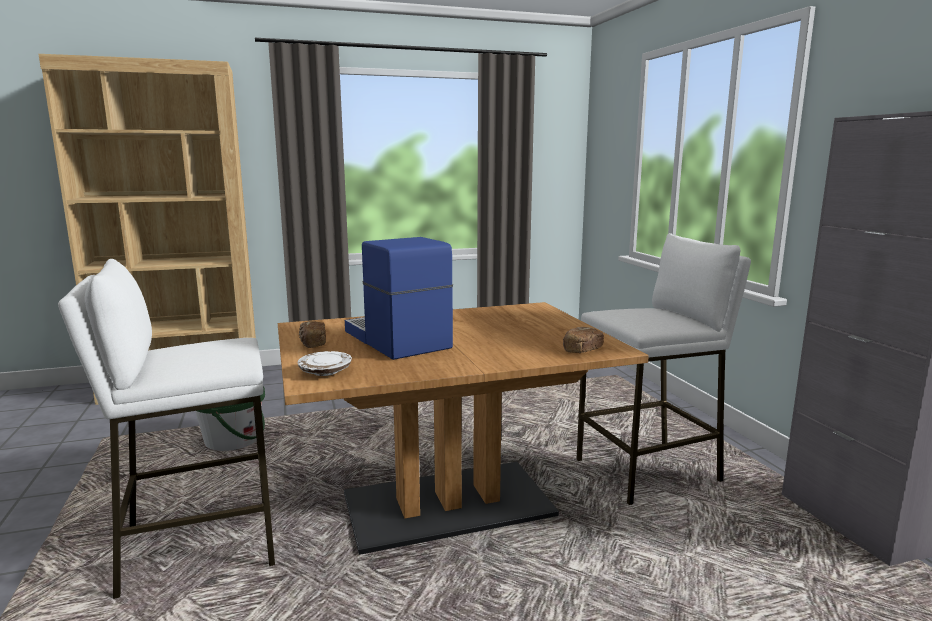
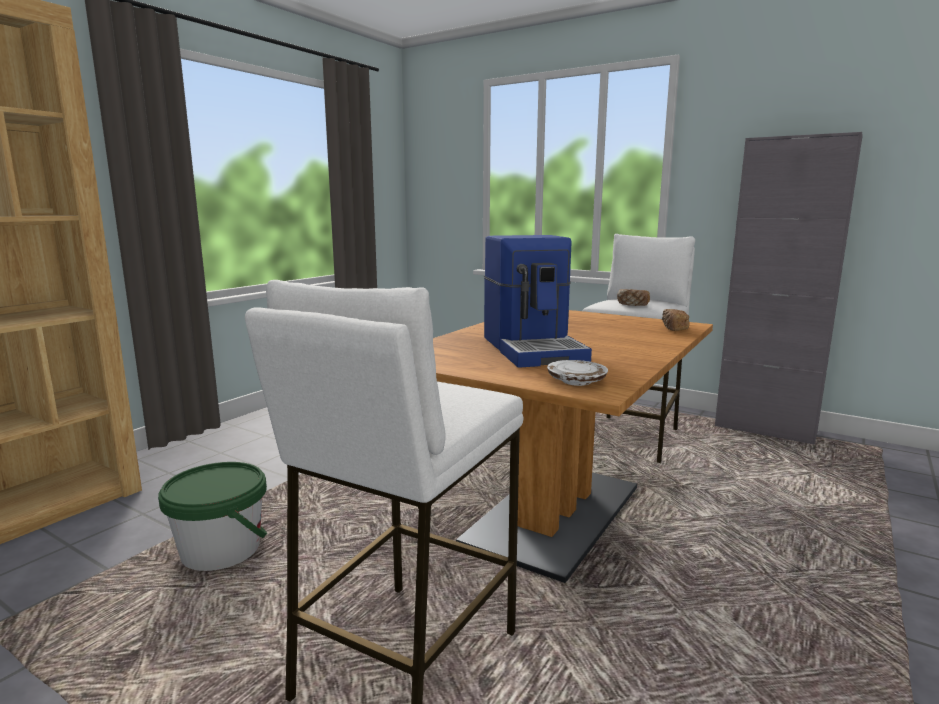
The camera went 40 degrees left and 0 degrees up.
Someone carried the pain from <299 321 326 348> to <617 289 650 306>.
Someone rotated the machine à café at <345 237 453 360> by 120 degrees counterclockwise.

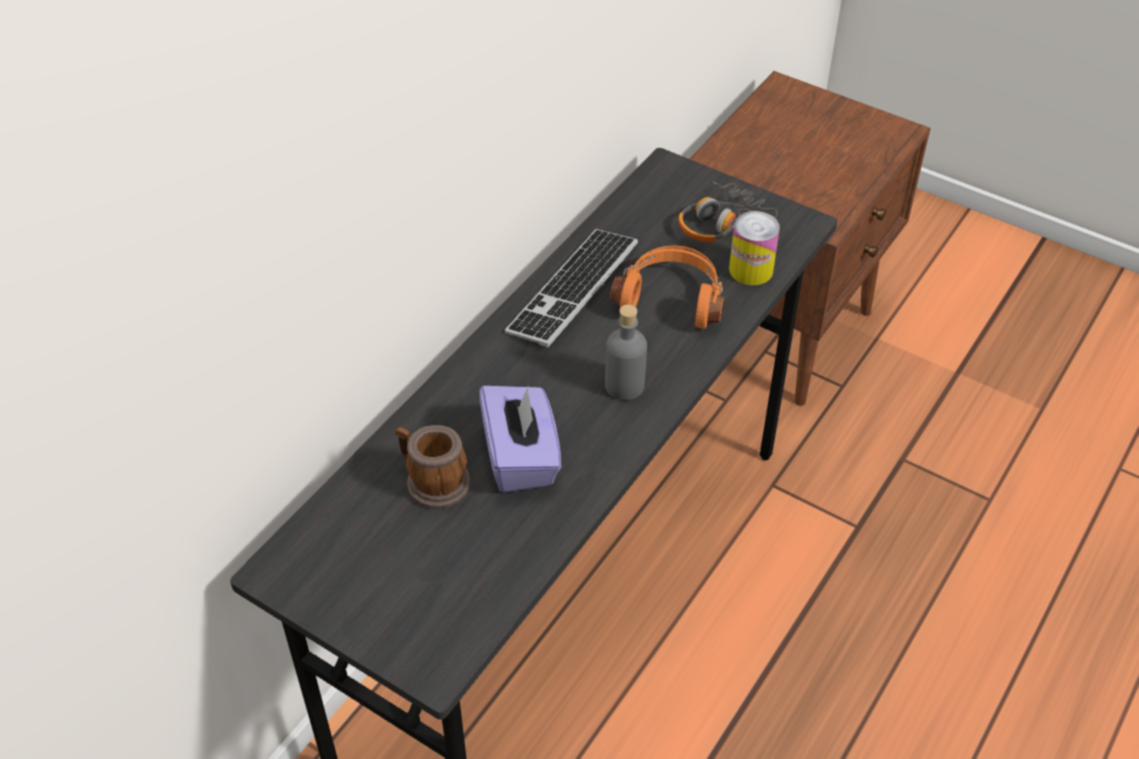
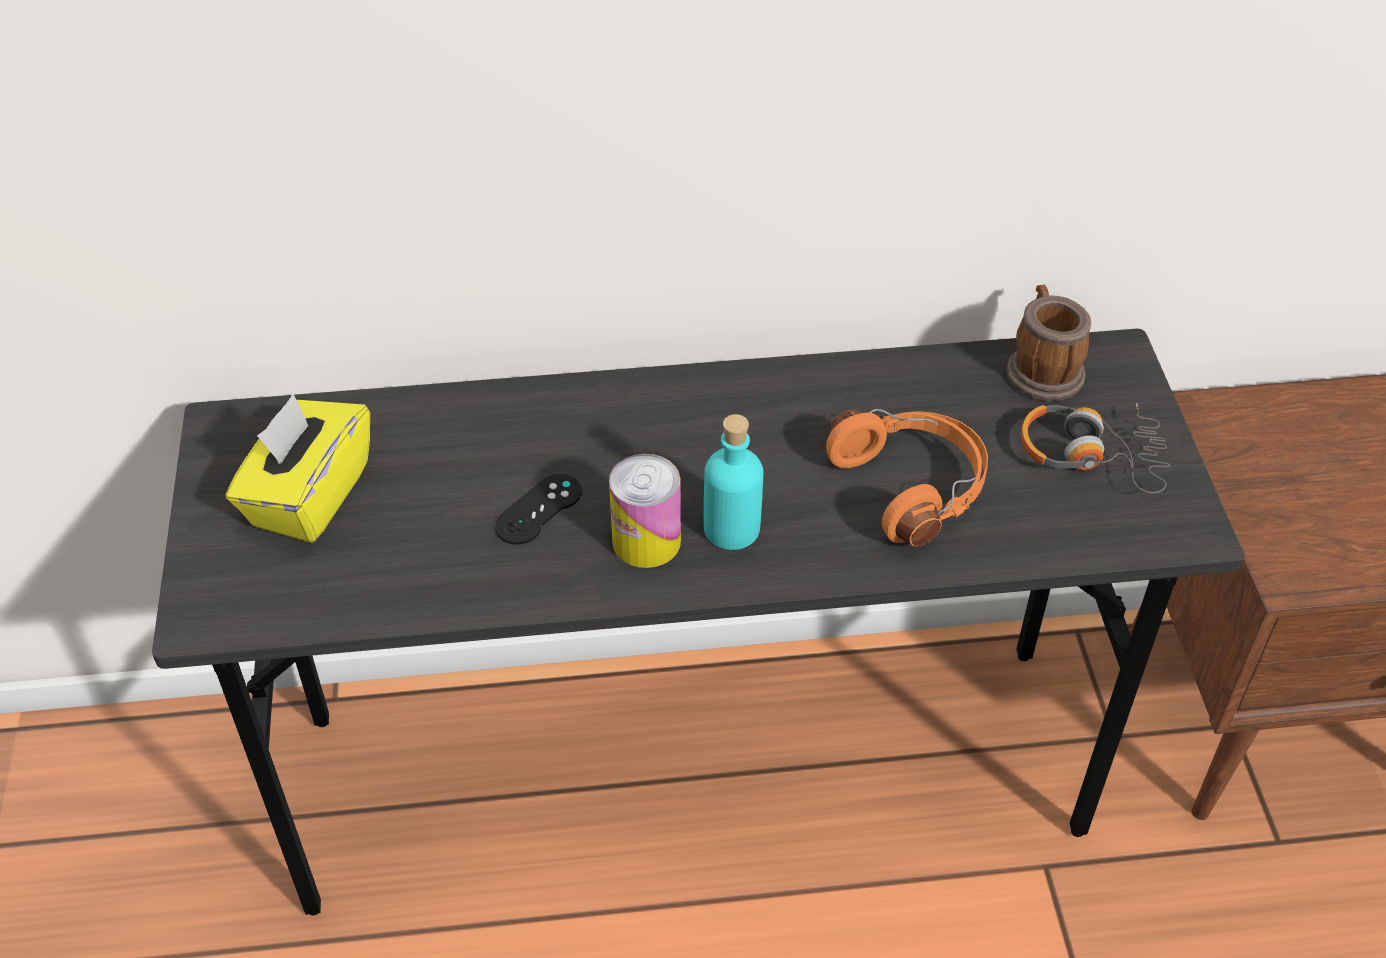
The camera went 50 degrees right and 0 degrees up.
Someone carried the mug from <395 425 471 509> to <1007 285 1091 401>.
Someone swapped the boîte à mouchoirs (violet) at <479 385 561 493> for the manette (noir) at <495 474 582 545>.
Someone took away the clavier at <505 229 638 347>.
Someone repainted the bouteille (gris) at <605 304 647 400>, which became the bouteille (turquoise) at <704 414 763 550>.
Someone carried the boîte métallique from <729 211 780 285> to <609 454 681 568>.
Someone put down the boîte à mouchoirs (jaune) at <226 394 370 543>.

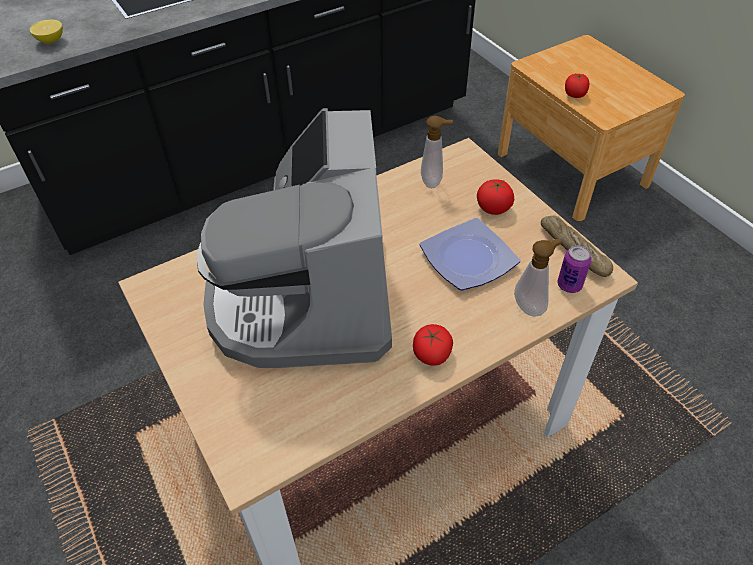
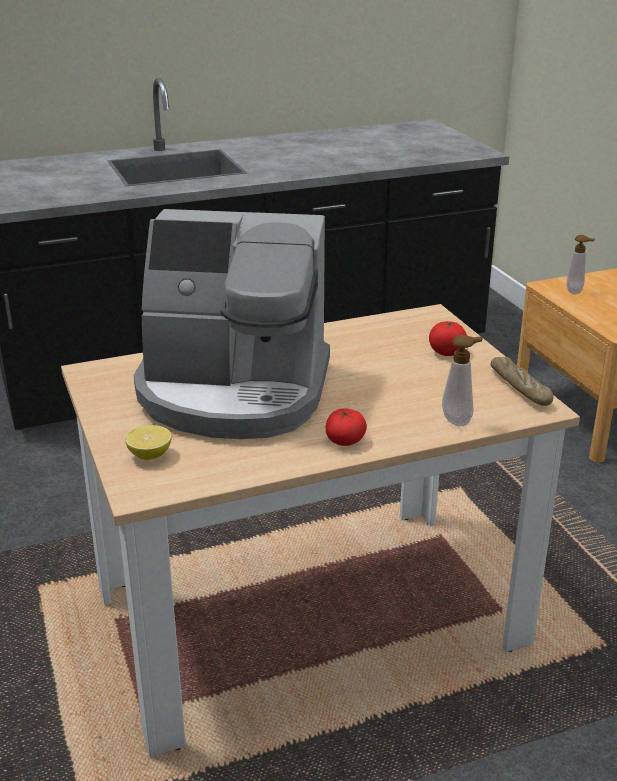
The camera went 10 degrees right and 20 degrees down.
Someone carried the citron from <30 20 63 44> to <125 425 172 460>.
Someone rotated the machine à café at <197 108 392 368> by 90 degrees counterclockwise.
Someone took away the assiette at <420 218 520 290>.
Someone carried the distributeur de savon from <421 116 453 188> to <567 235 595 295>.
Someone took away the boîte métallique at <557 245 592 293>.
Someone took away the tomate at <565 73 589 98>.

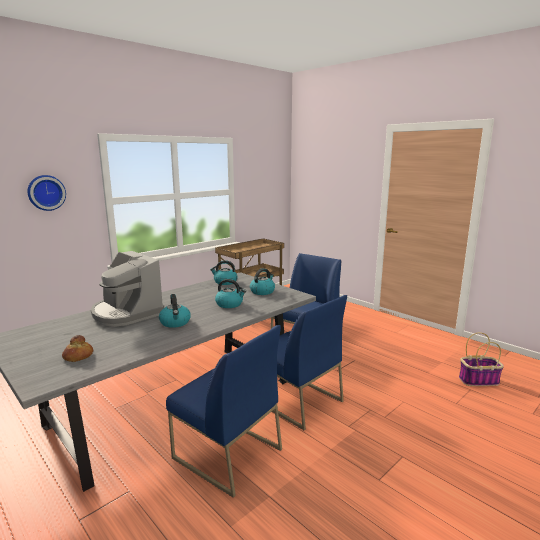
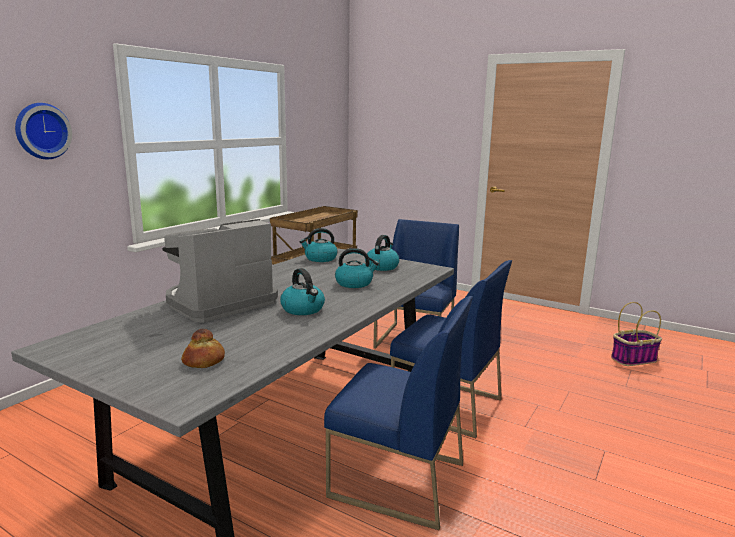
The camera went 15 degrees left and 0 degrees up.
Someone rotated the machine à café at <91 251 164 327> by 105 degrees clockwise.

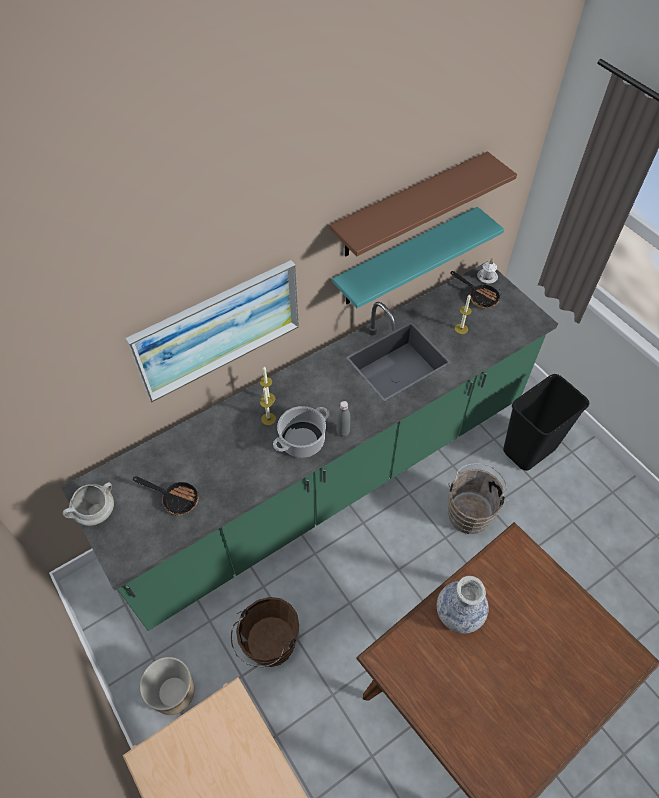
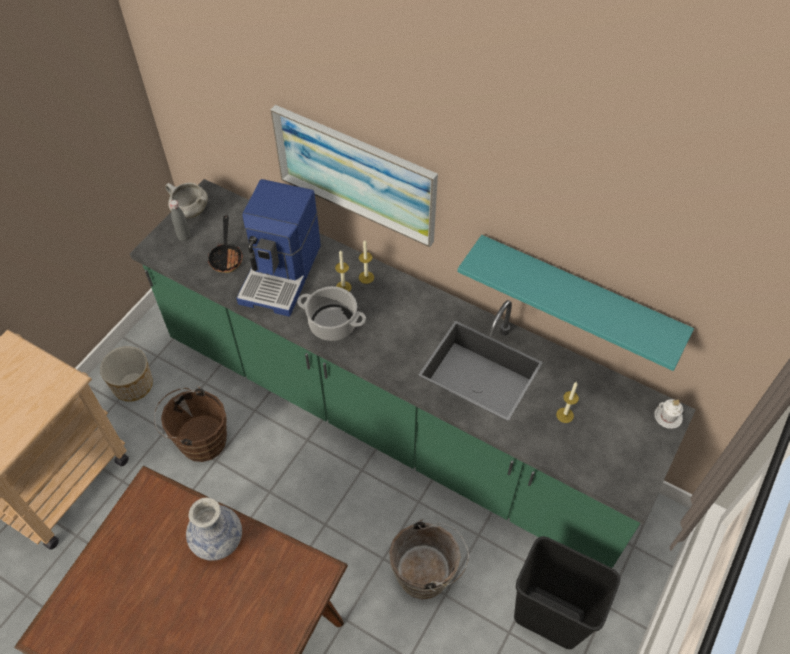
The camera went 65 degrees right and 0 degrees up.
Someone took away the étagère (marron) at <329 152 517 257>.
Someone carried the bouteille (gris) from <336 401 350 437> to <170 200 191 241>.
Someone took away the poêle at <450 271 501 309>.
Someone put down the machine à café at <236 179 321 317>.

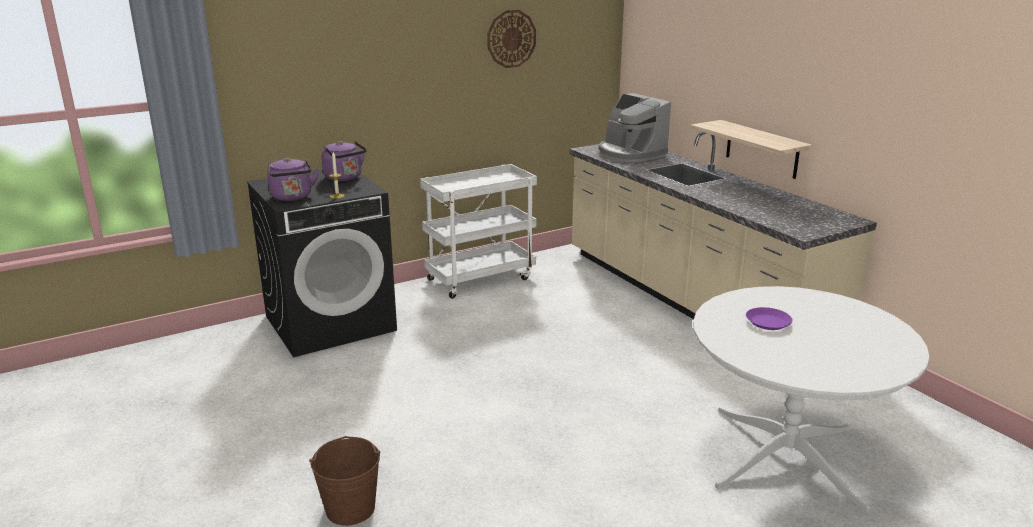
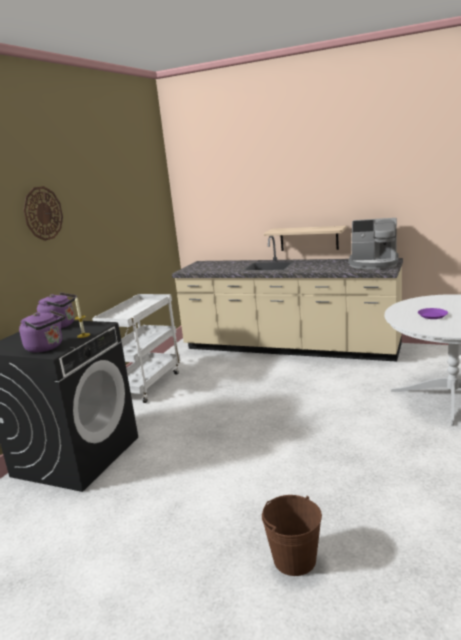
The camera went 35 degrees left and 5 degrees down.
Someone carried the horloge murale from <487 10 536 68> to <23 186 63 241>.
Someone carried the machine à café from <599 93 671 162> to <348 218 398 269>.

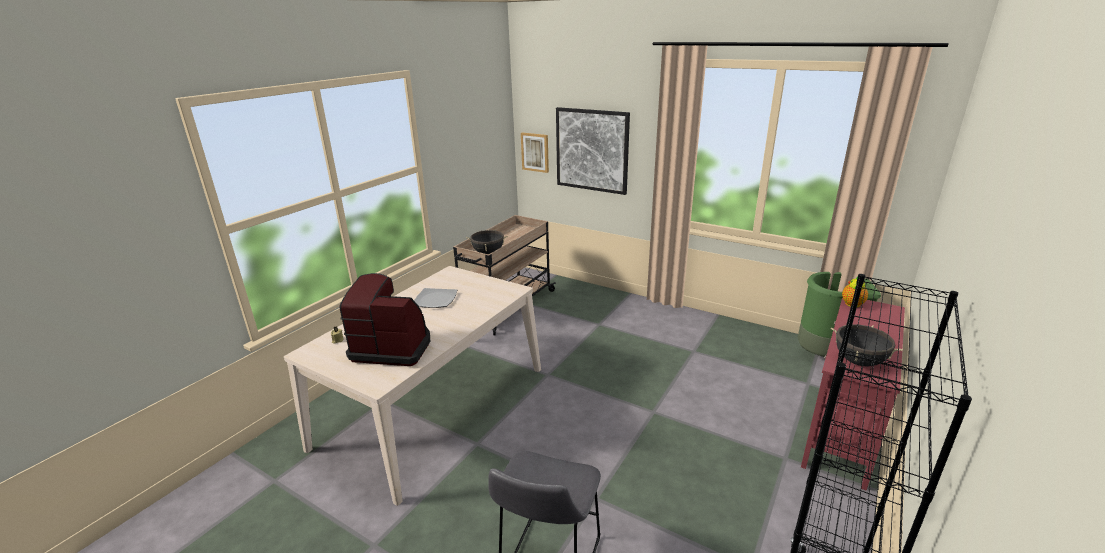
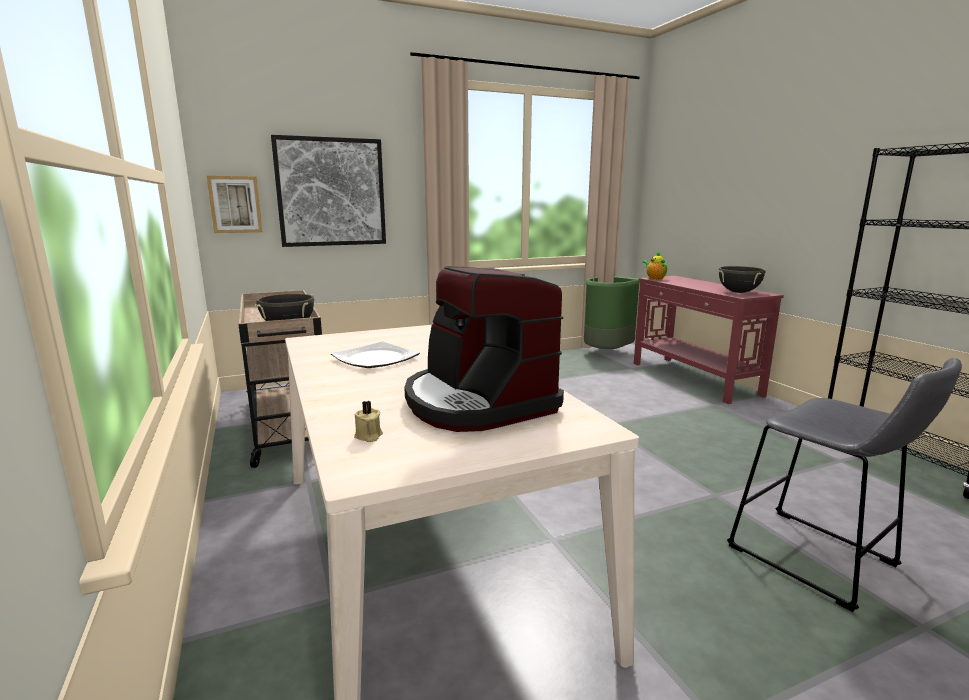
The camera went 55 degrees left and 10 degrees down.
Someone rotated the machine à café at <340 273 430 366> by 75 degrees counterclockwise.

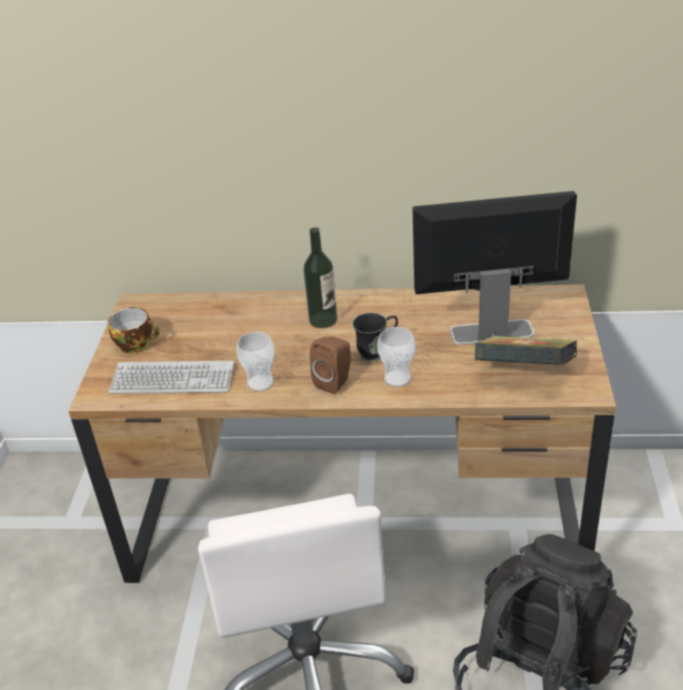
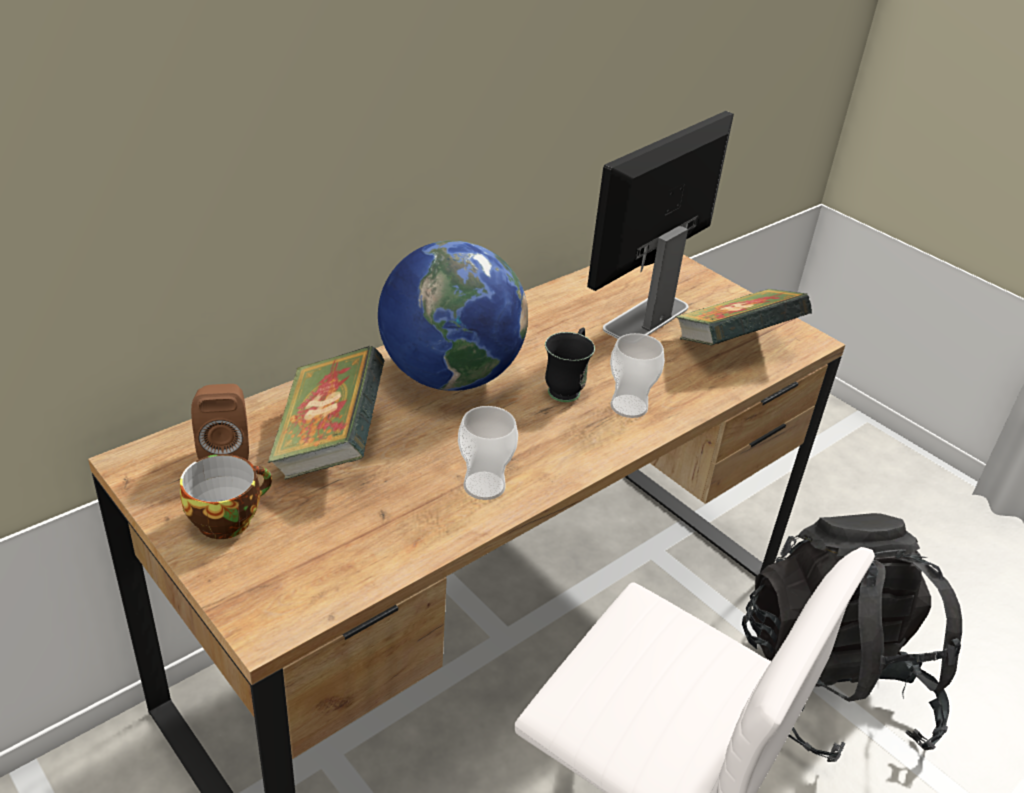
The camera went 50 degrees left and 0 degrees up.
Someone took away the clavier at <109 361 234 394>.
Someone swapped the bouteille at <304 227 337 328> for the globe at <378 240 528 391>.
Someone carried the enceinte (marron) from <310 337 351 394> to <191 384 249 460>.
Someone put down the livre at <268 346 385 480>.

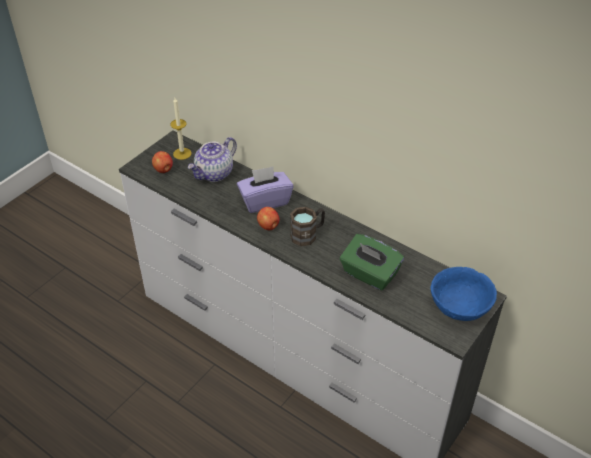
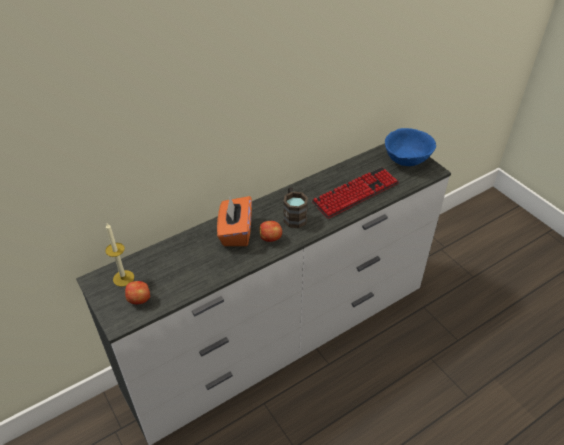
The camera went 70 degrees left and 0 degrees up.
Someone took away the théière at <188 137 237 182>.
Someone repainted the boîte à mouchoirs (violet) at <237 166 294 213>, which became the boîte à mouchoirs (orange) at <217 196 252 246>.
Someone swapped the boîte à mouchoirs (vert) at <340 234 404 290> for the clavier at <312 167 399 219>.

